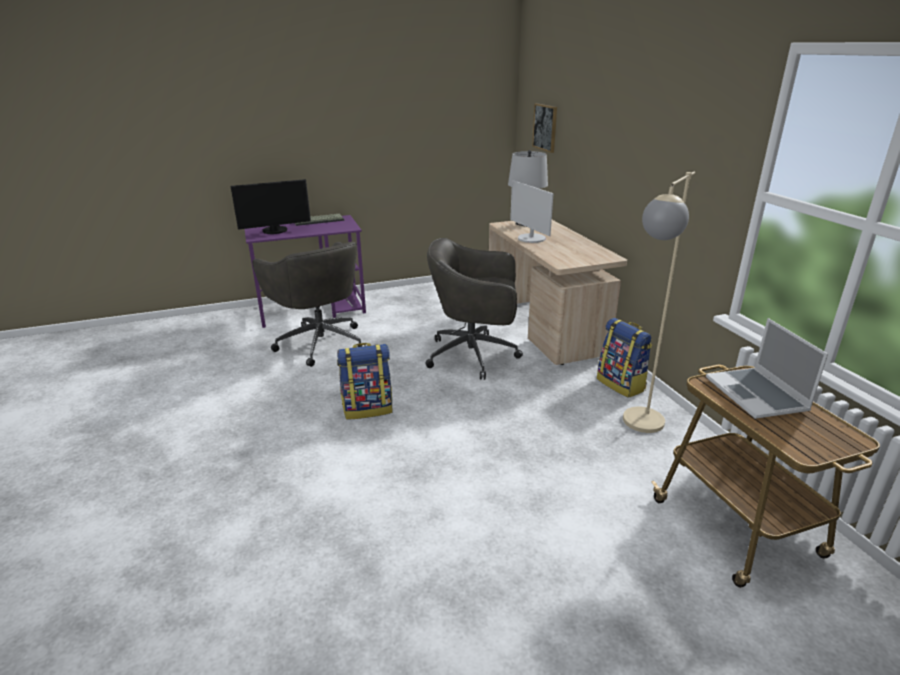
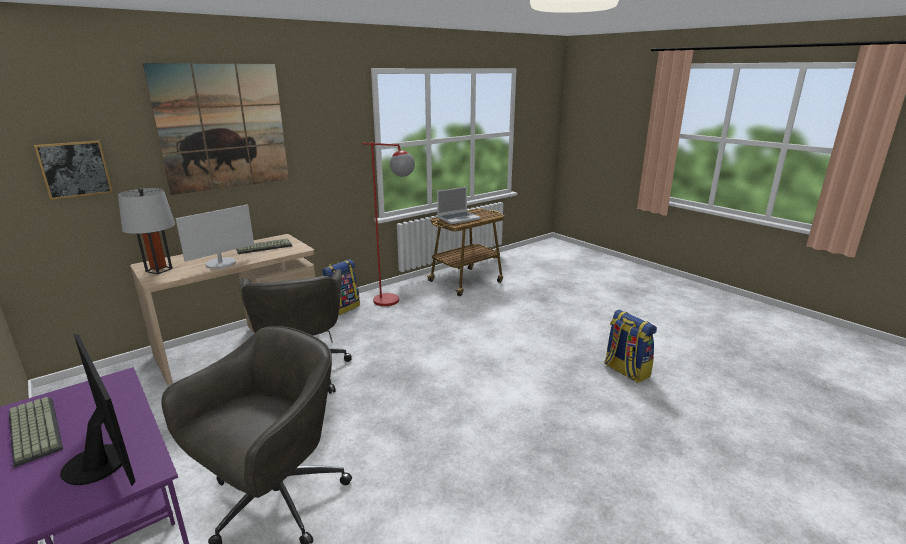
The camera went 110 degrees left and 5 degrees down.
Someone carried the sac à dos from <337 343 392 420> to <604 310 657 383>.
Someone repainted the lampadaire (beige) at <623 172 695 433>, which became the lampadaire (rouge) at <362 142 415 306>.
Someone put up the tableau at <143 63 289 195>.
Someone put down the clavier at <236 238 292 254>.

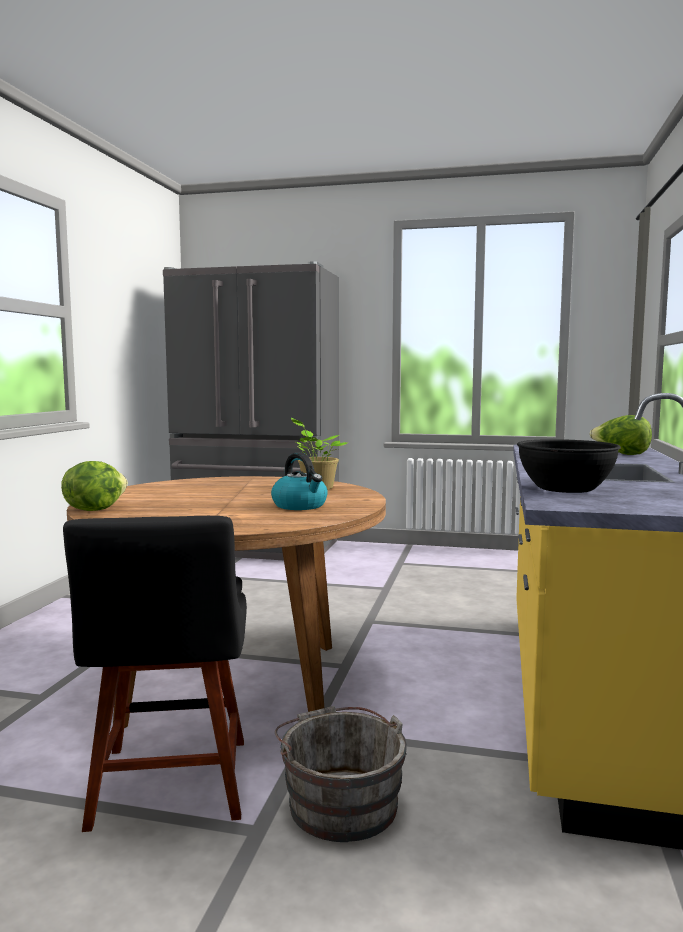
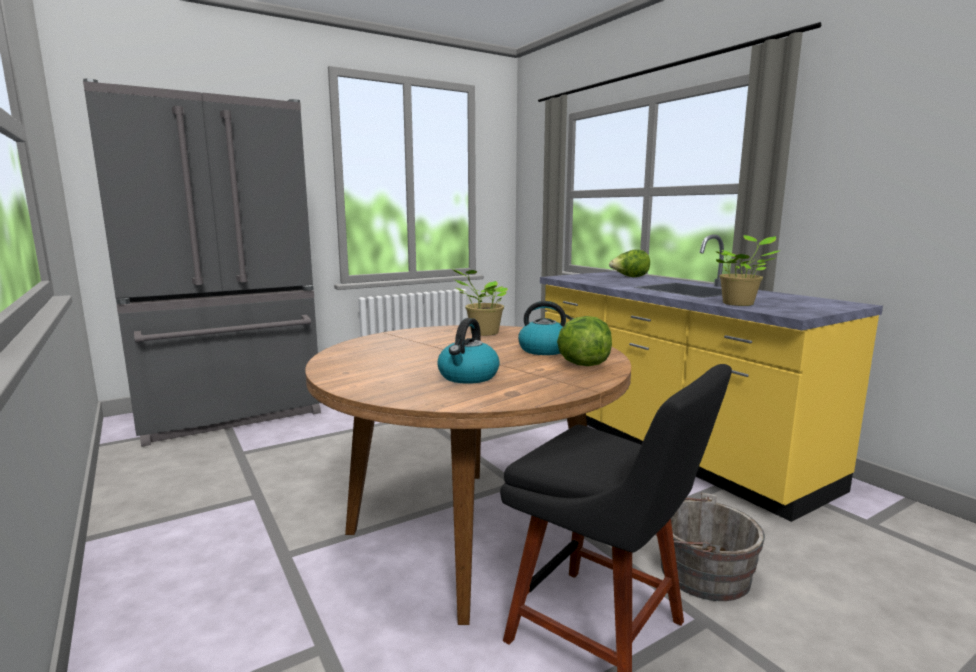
The camera went 45 degrees left and 5 degrees up.
Someone carried the laitue from <61 461 128 511> to <557 316 612 366>.
Someone swapped the bol (noir) at <517 439 621 493> for the plante en pot at <715 235 781 306>.
Someone put down the bouilloire at <437 318 500 384>.

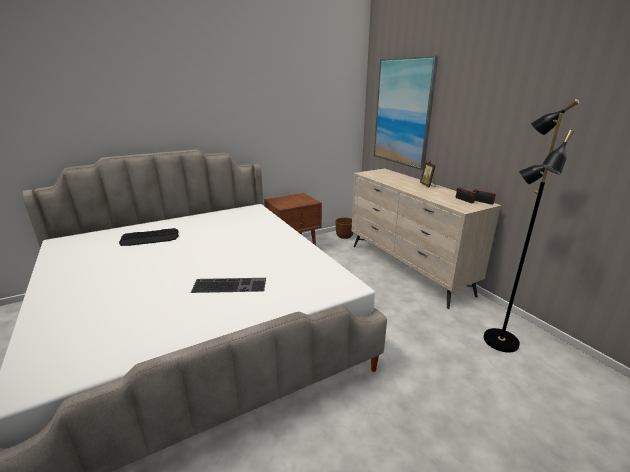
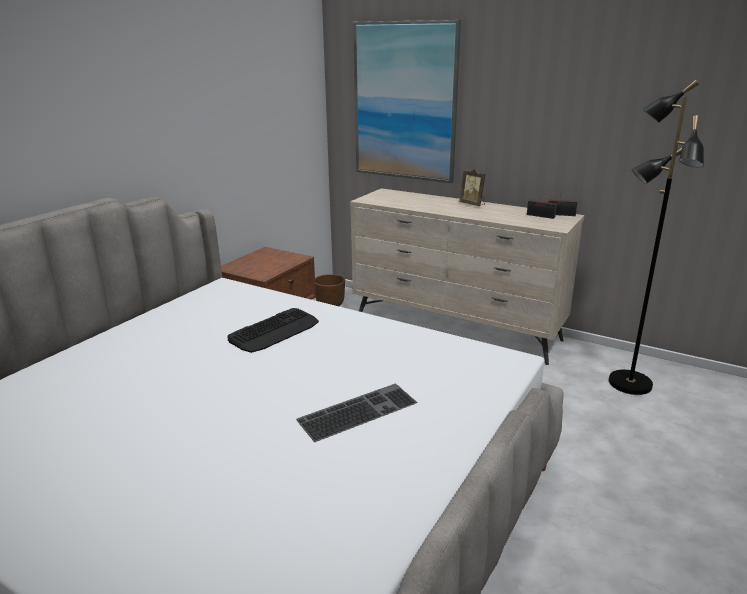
The camera went 30 degrees left and 0 degrees up.
Someone carried the clavier from <119 228 179 246> to <227 308 319 353>.

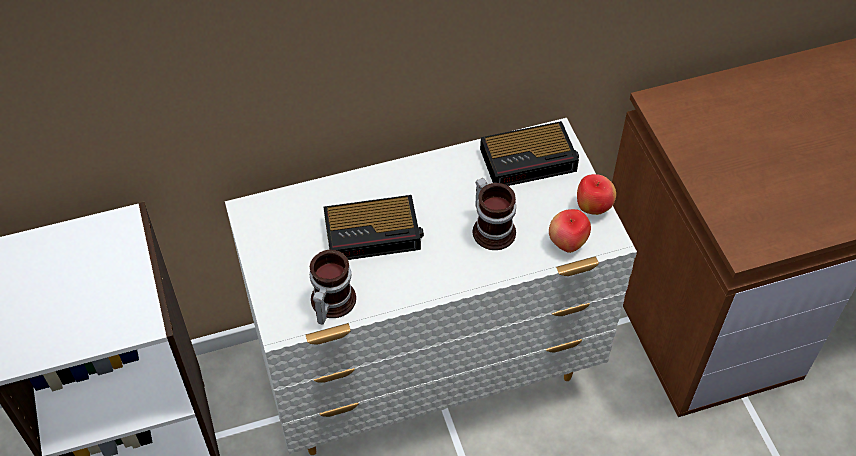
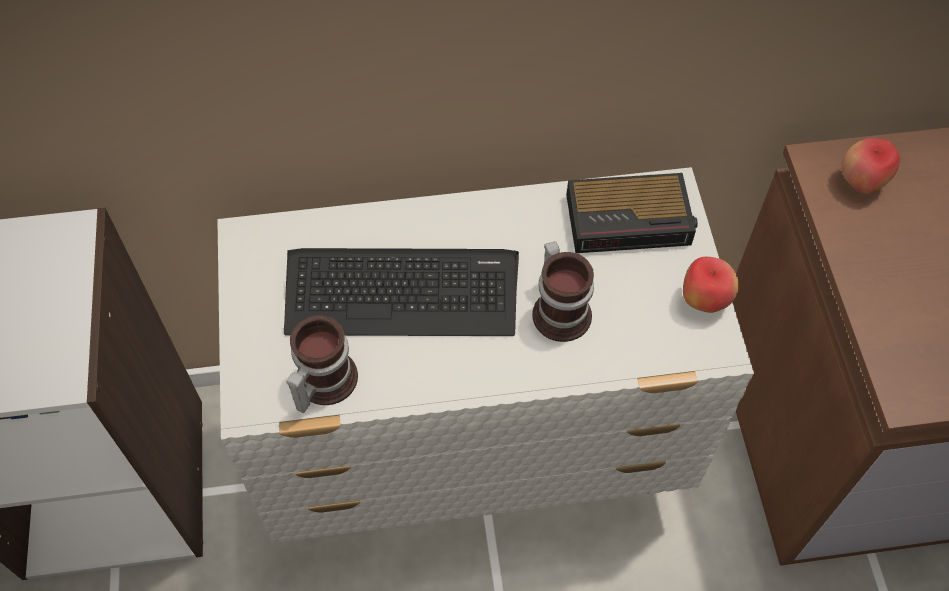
The camera went 10 degrees right and 5 degrees up.
Someone swapped the réveil at <324 195 424 260> for the clavier at <284 248 519 336>.
Someone carried the pomme from <549 209 591 253> to <841 138 900 194>.

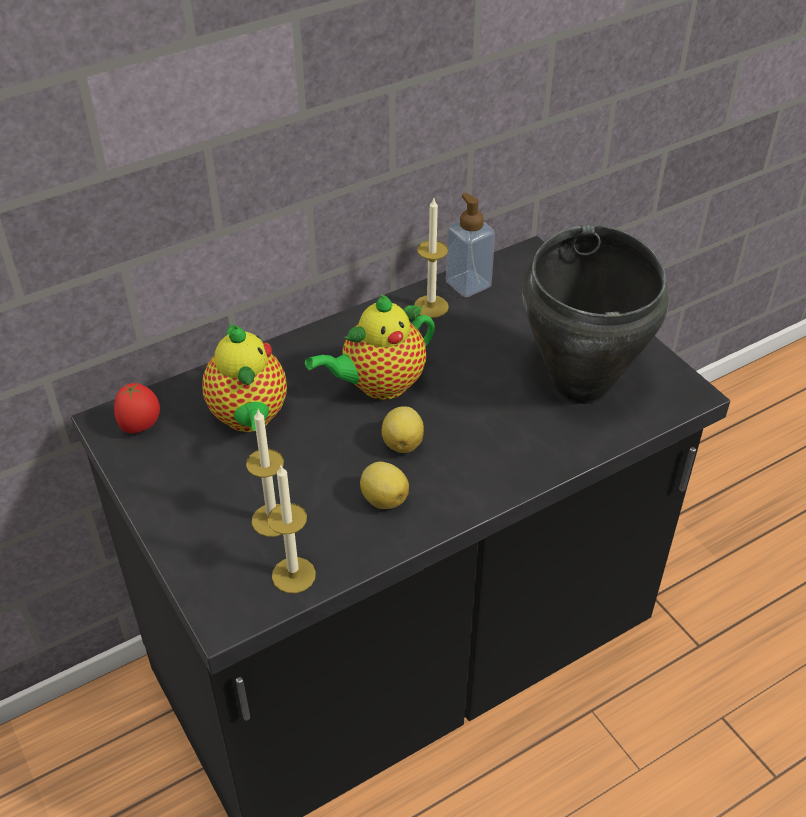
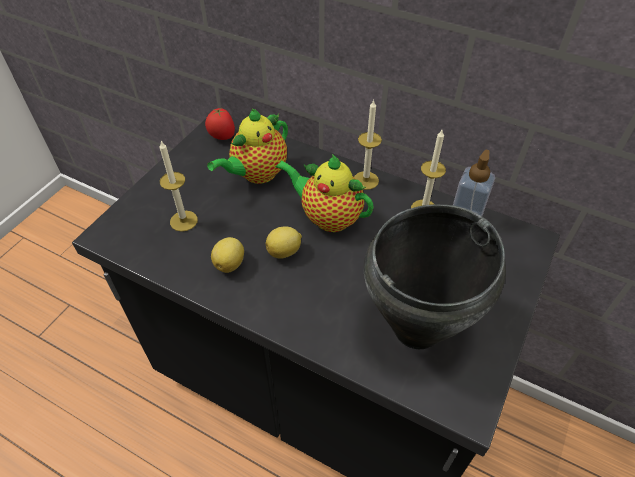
The camera went 60 degrees right and 5 degrees up.
Someone carried the bougie from <267 466 316 593> to <354 100 382 190>.

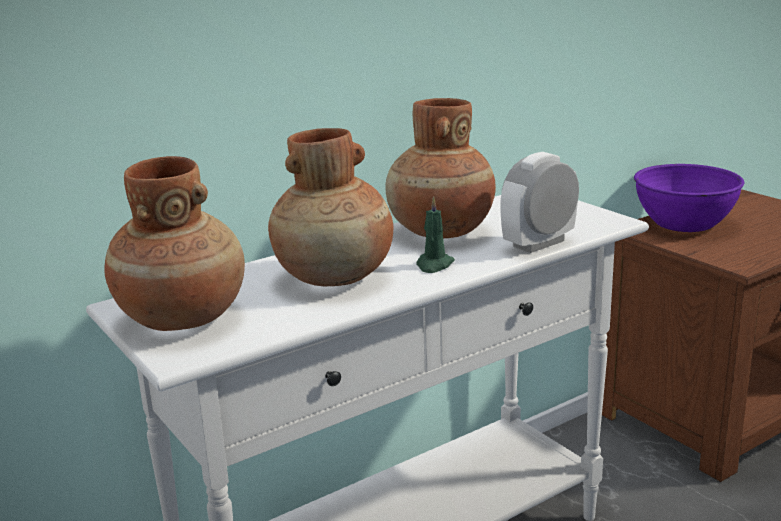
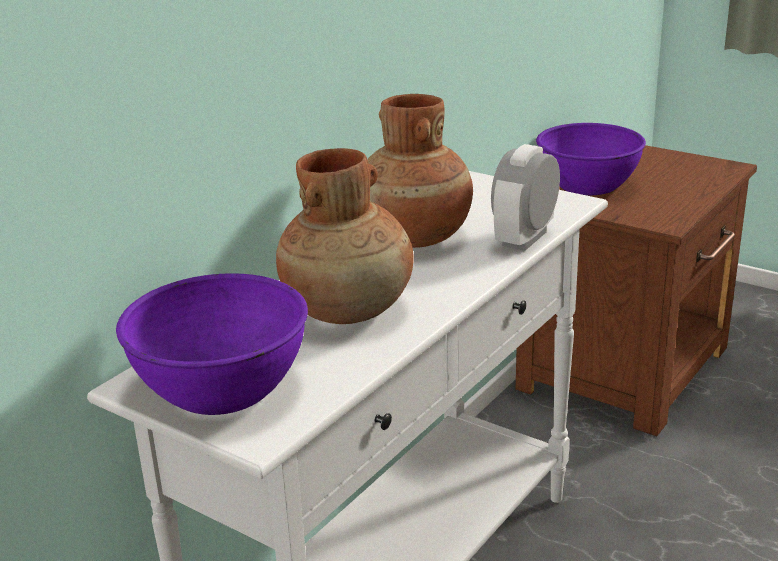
The camera went 20 degrees left and 5 degrees up.
Someone swapped the vase (marron) at <104 156 245 331> for the bol (violet) at <116 273 308 415>.
Someone took away the bougie (vert) at <416 196 455 273>.

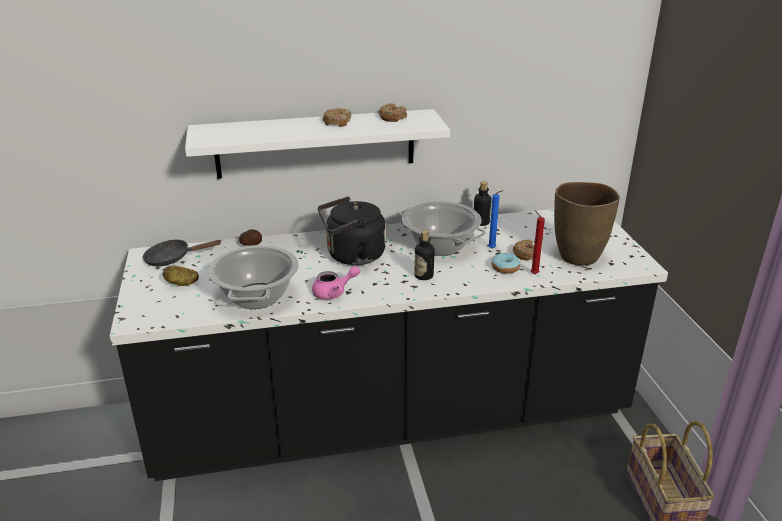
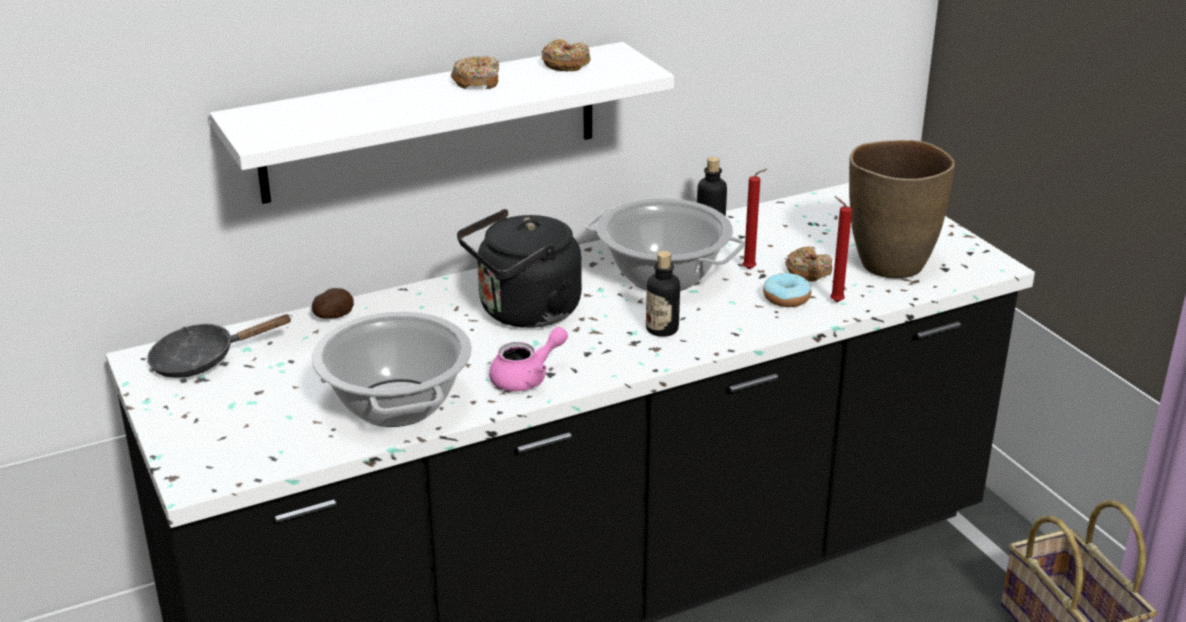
The camera went 15 degrees left and 0 degrees up.
Someone took away the pomme de terre at <163 266 199 286>.
Someone repainted the bougie (bleu) at <488 190 503 249>, which became the bougie (rouge) at <743 169 767 269>.

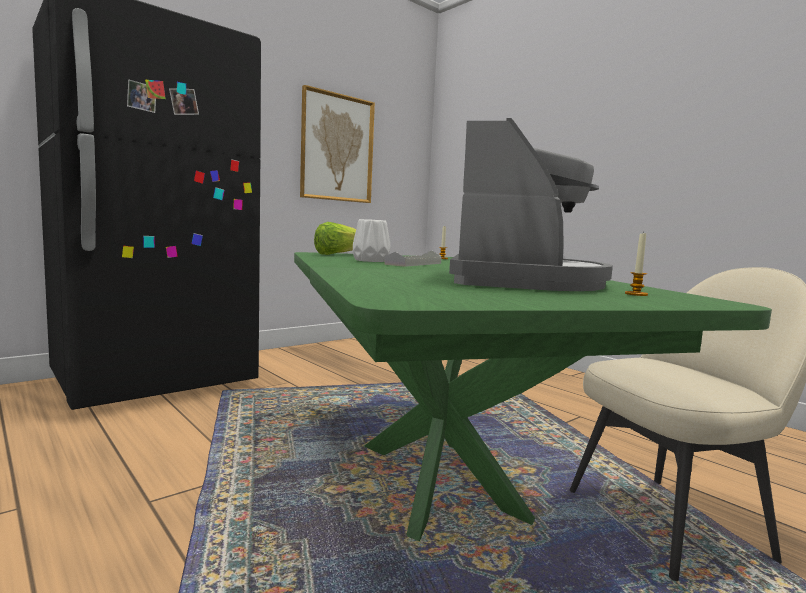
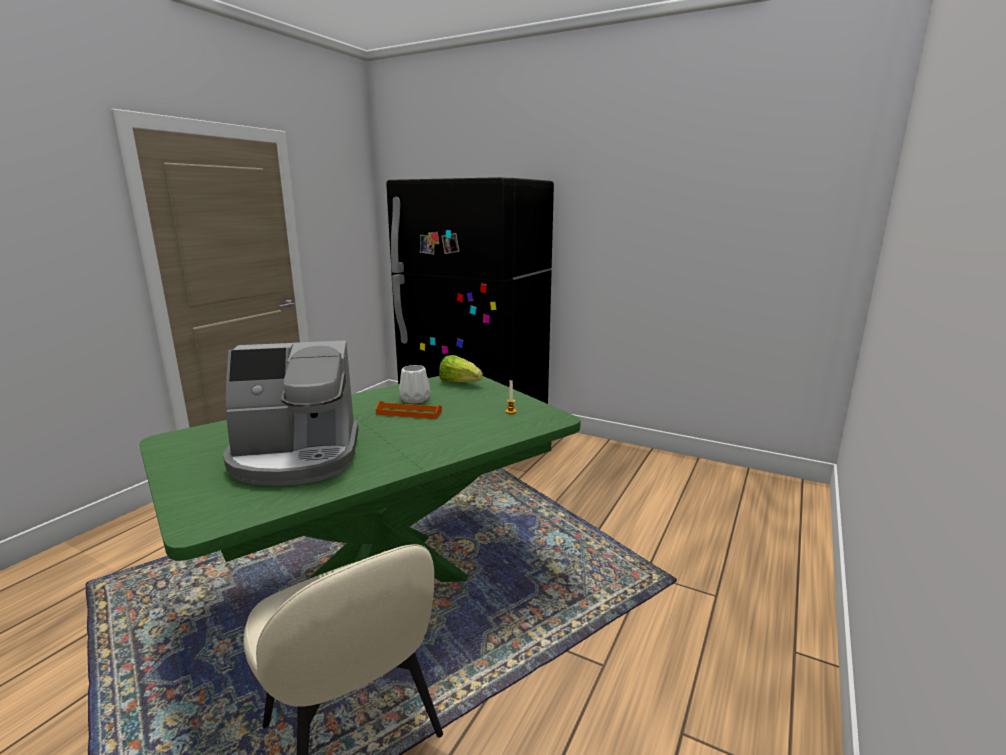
The camera went 70 degrees right and 10 degrees up.
Someone took away the tableau at <300 85 375 203>.
Someone repainted the plateau (gris) at <384 251 442 267>, which became the plateau (orange) at <376 401 442 419>.
Someone took away the bougie at <625 233 648 296>.

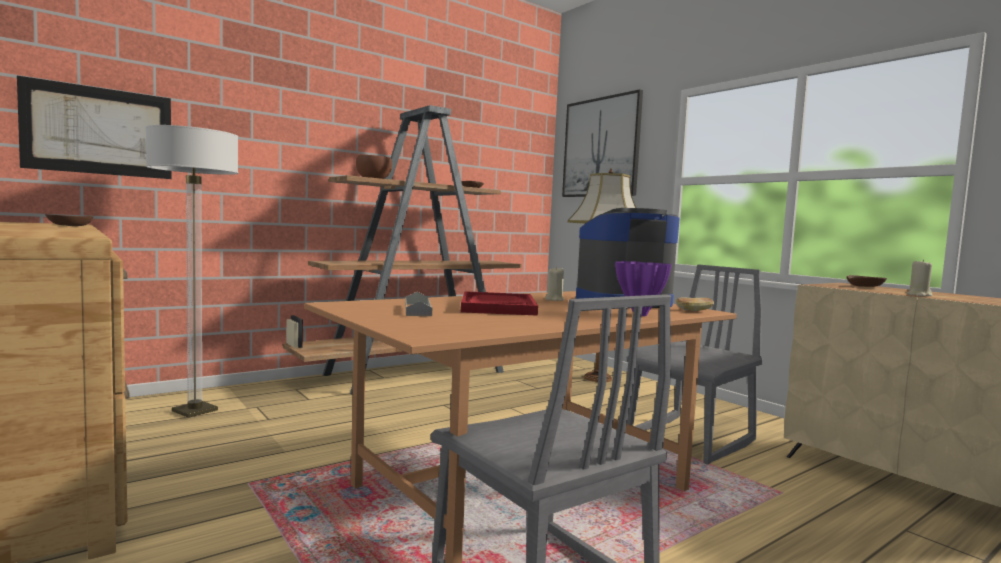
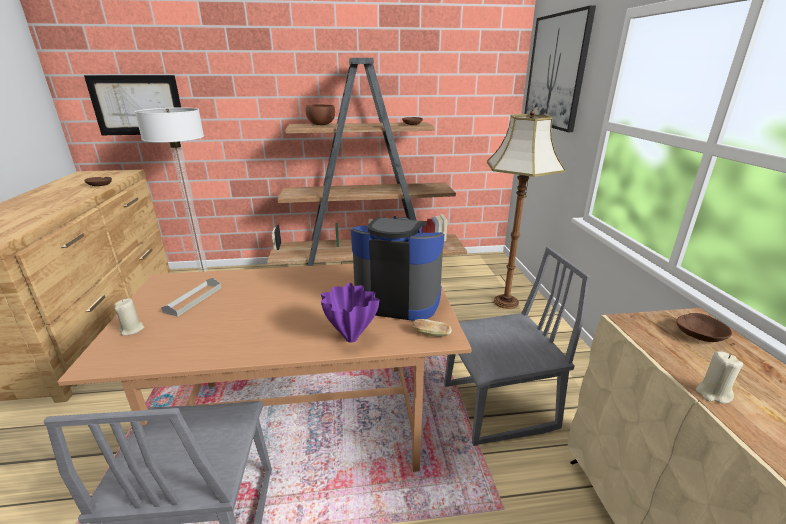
The camera went 30 degrees right and 20 degrees up.
Someone took away the plateau (rouge) at <461 291 538 316>.
Someone carried the bougie (beige) from <545 266 564 301> to <114 298 145 336>.

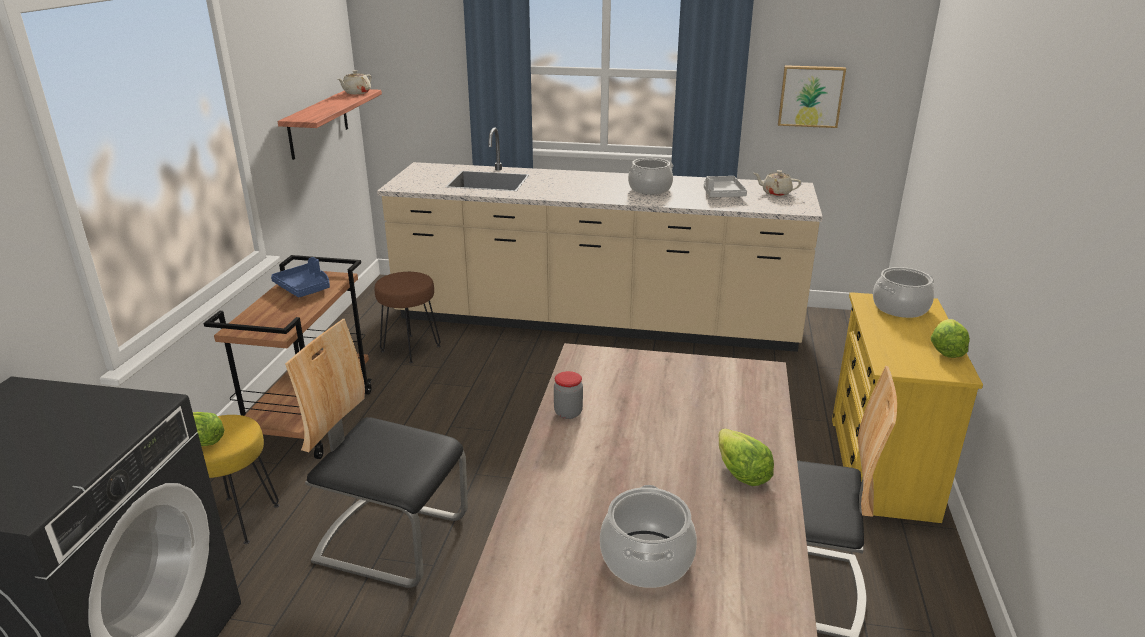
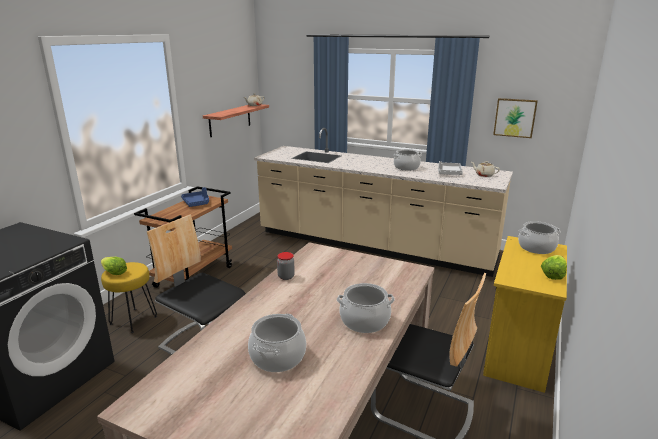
The camera went 15 degrees right and 5 degrees down.
Someone took away the tabouret (marron) at <375 272 440 363>.
Someone swapped the laitue at <719 428 774 486> for the marmite at <337 283 395 333>.

